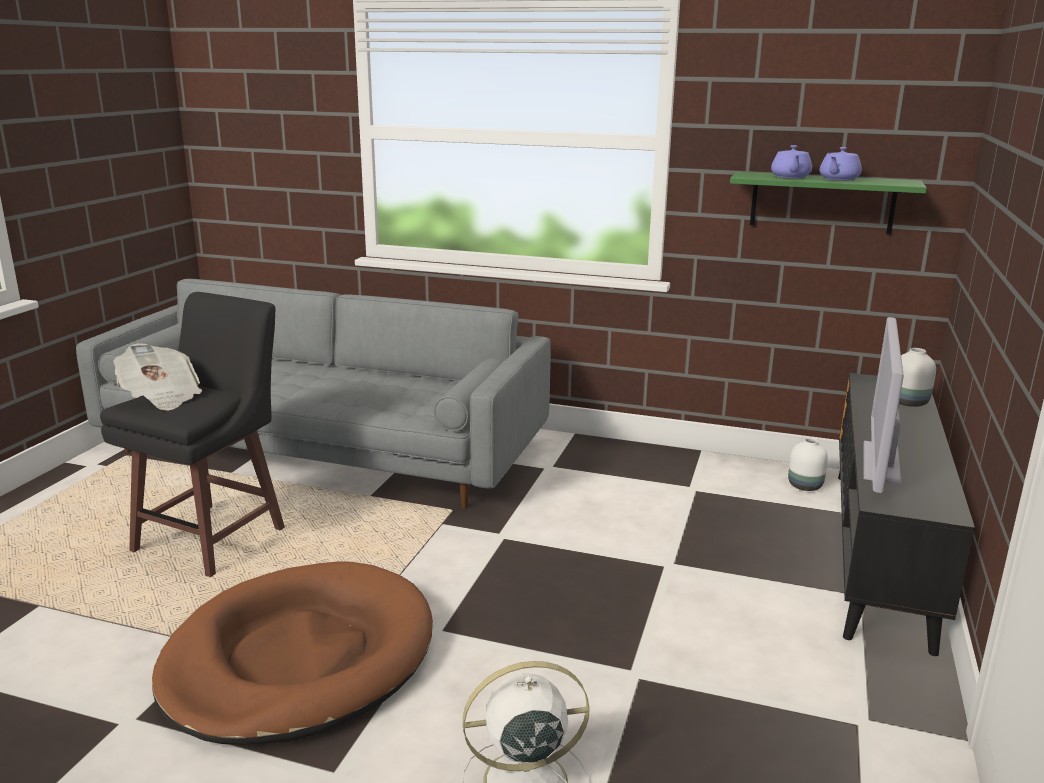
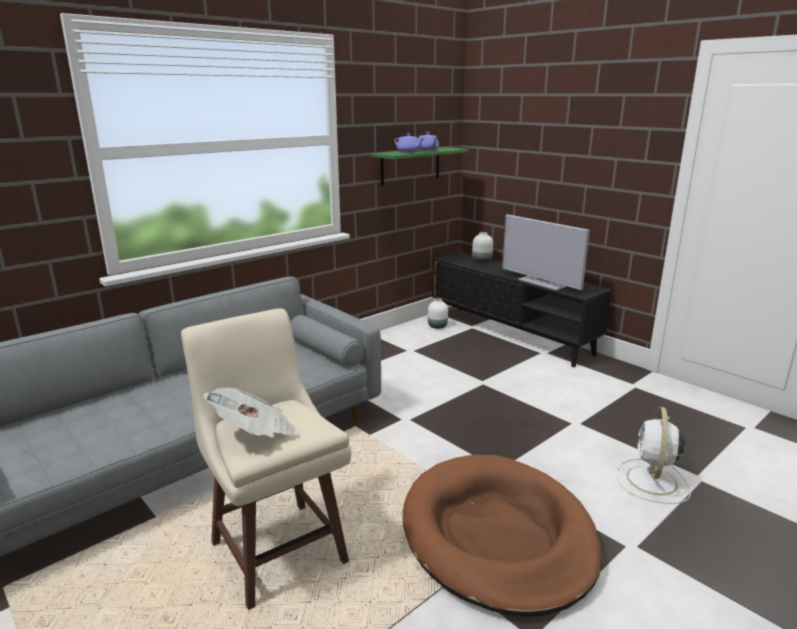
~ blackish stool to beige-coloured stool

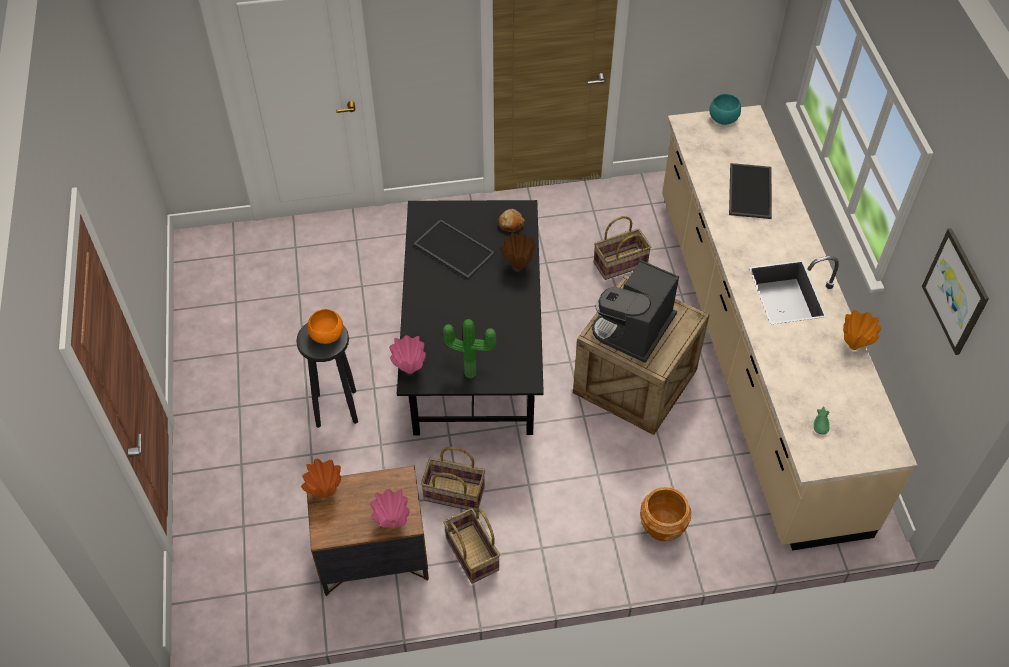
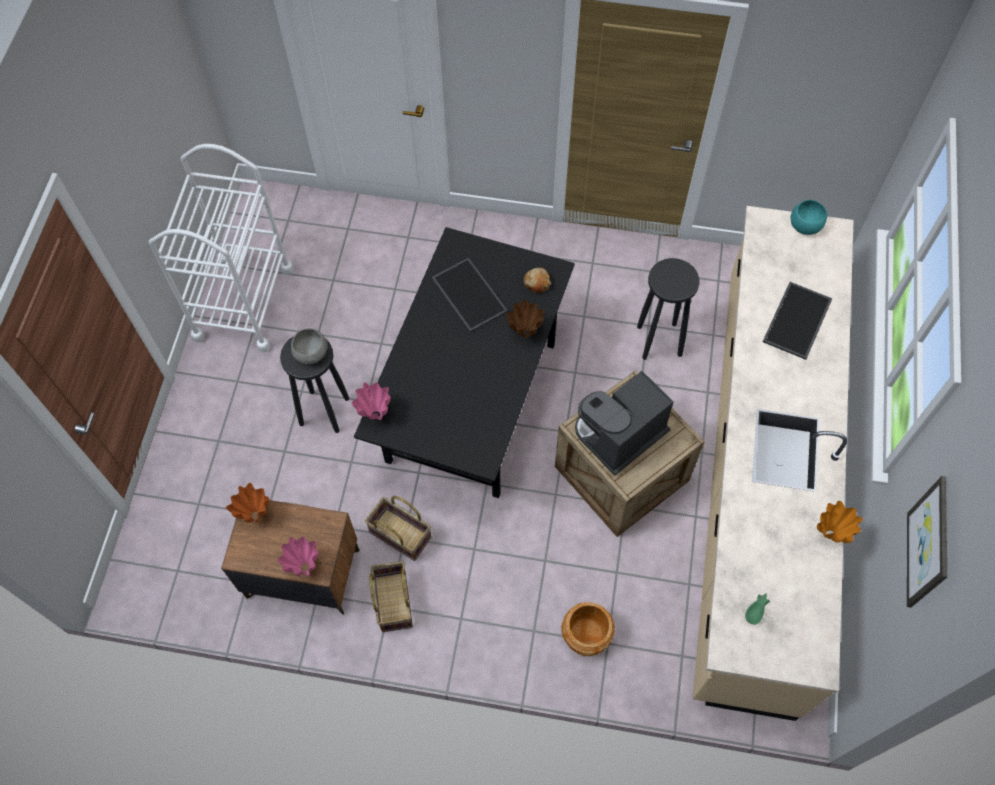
- houseplant
+ whitish wheeled cart
~ storage basket (3rd from left) to blackish stool (2nd from left)
~ orange bowl to greyish bowl

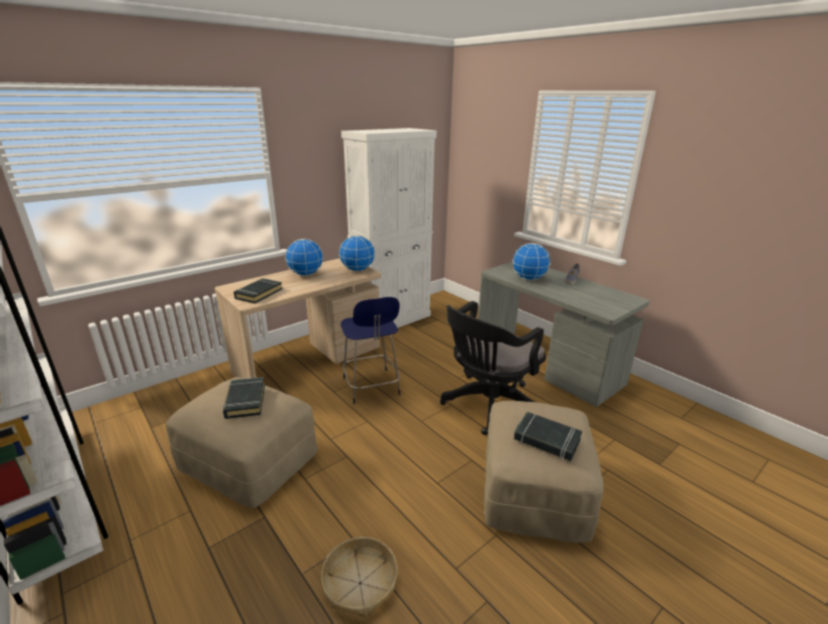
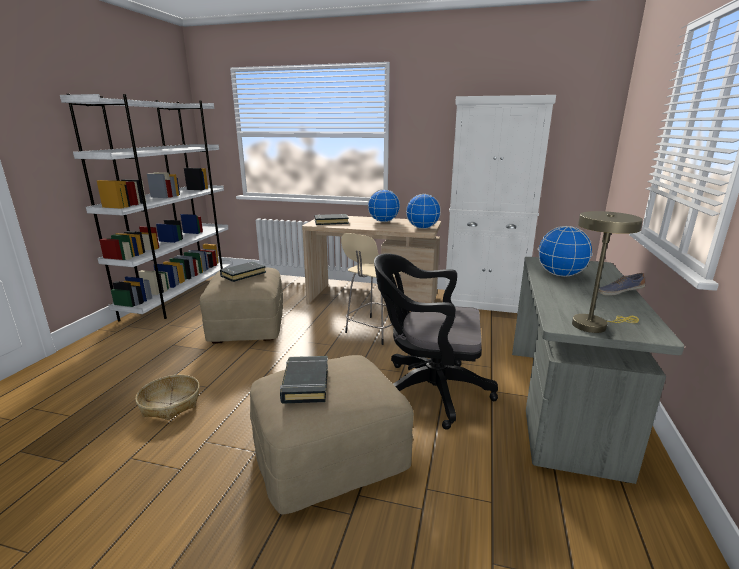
+ beige-coloured lamp for a table
~ blue-coloured stool to beige-coloured stool

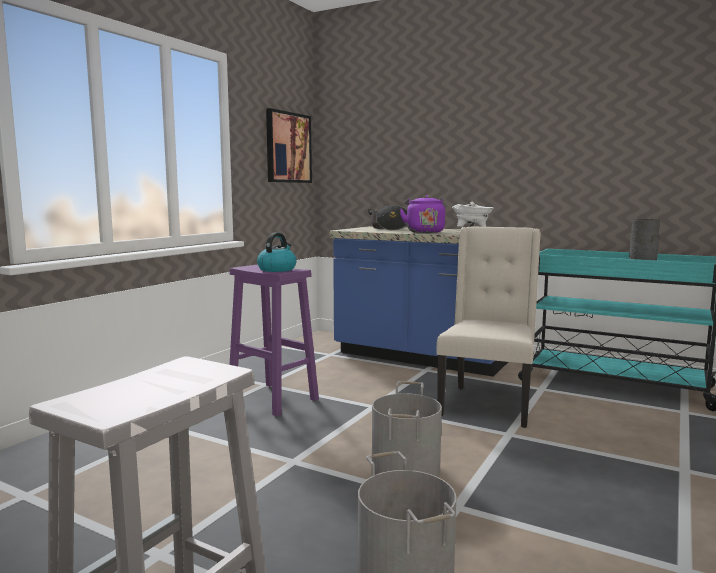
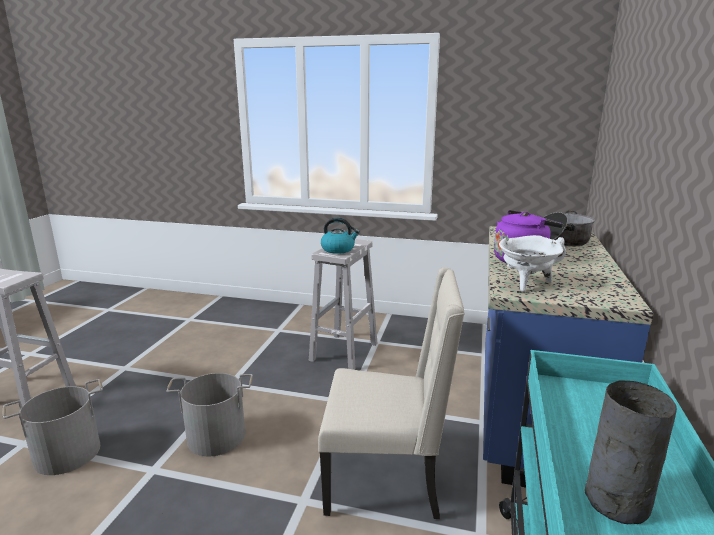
- wall picture
~ purplish stool to whitish stool (2nd from left)

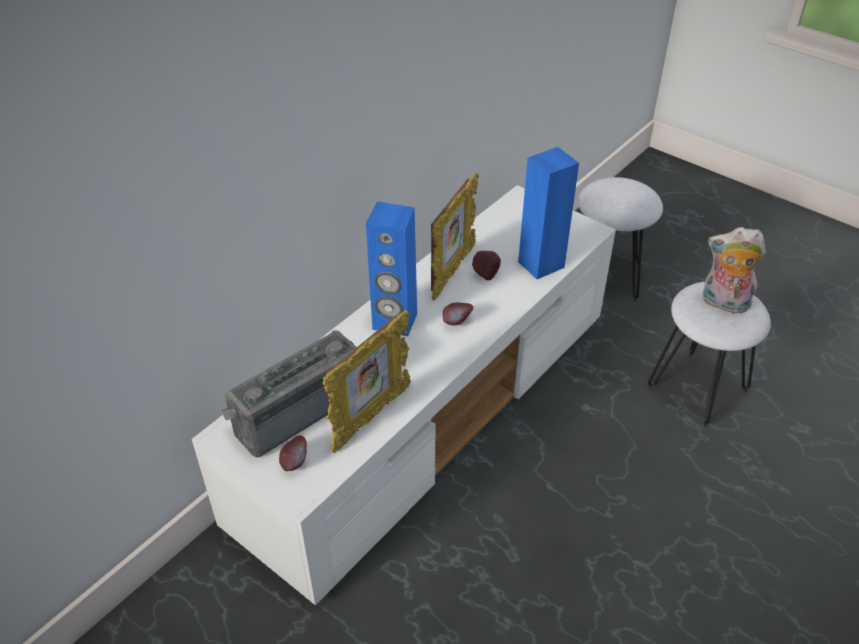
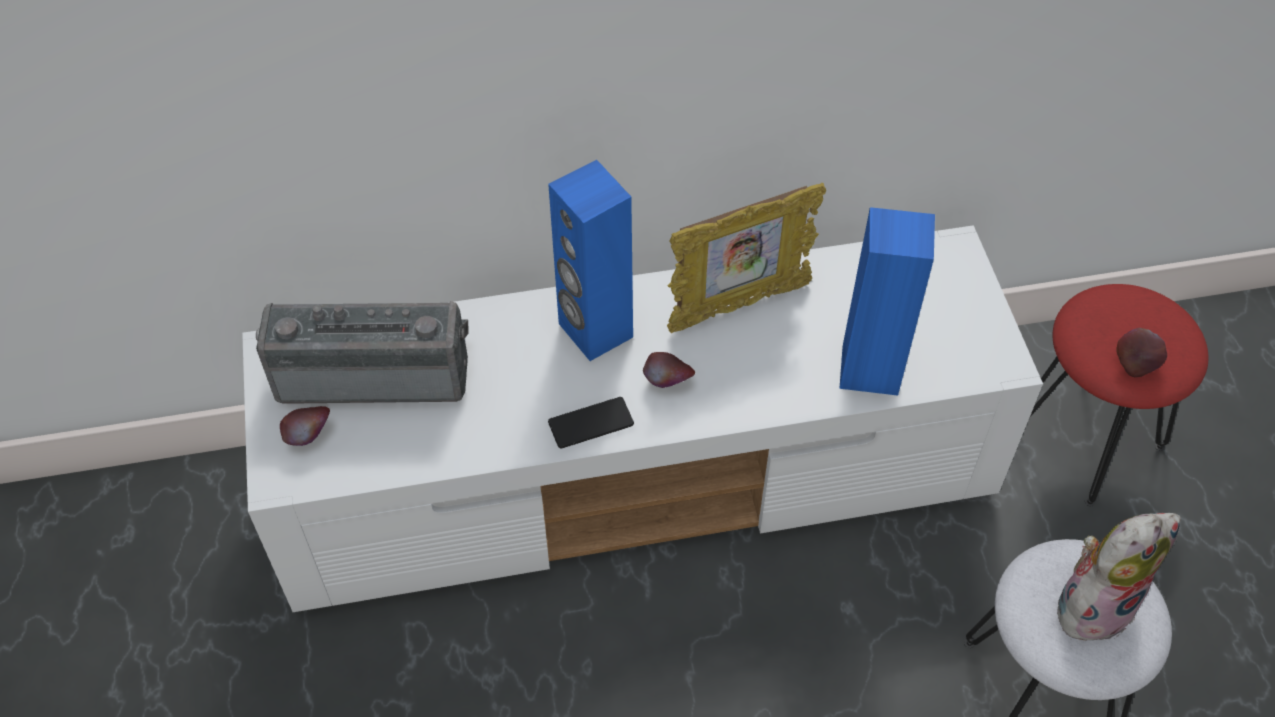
- photo frame (1st from left)
+ telephone
~ apple (3rd from left)
~ whitish stool (1st from left) to red stool
~ soft toy 90 degrees clockwise

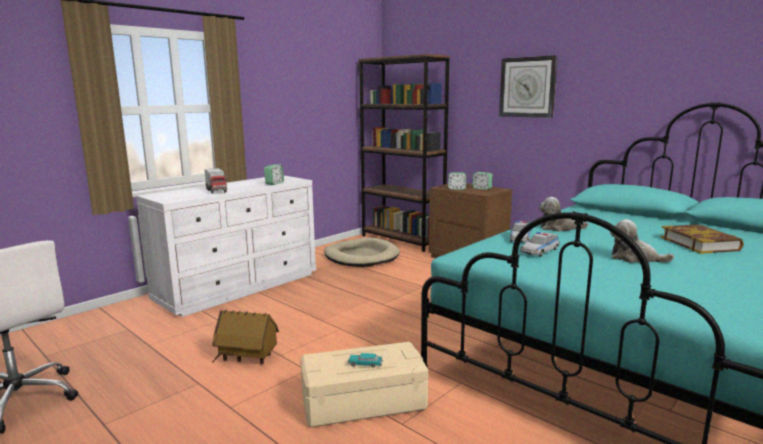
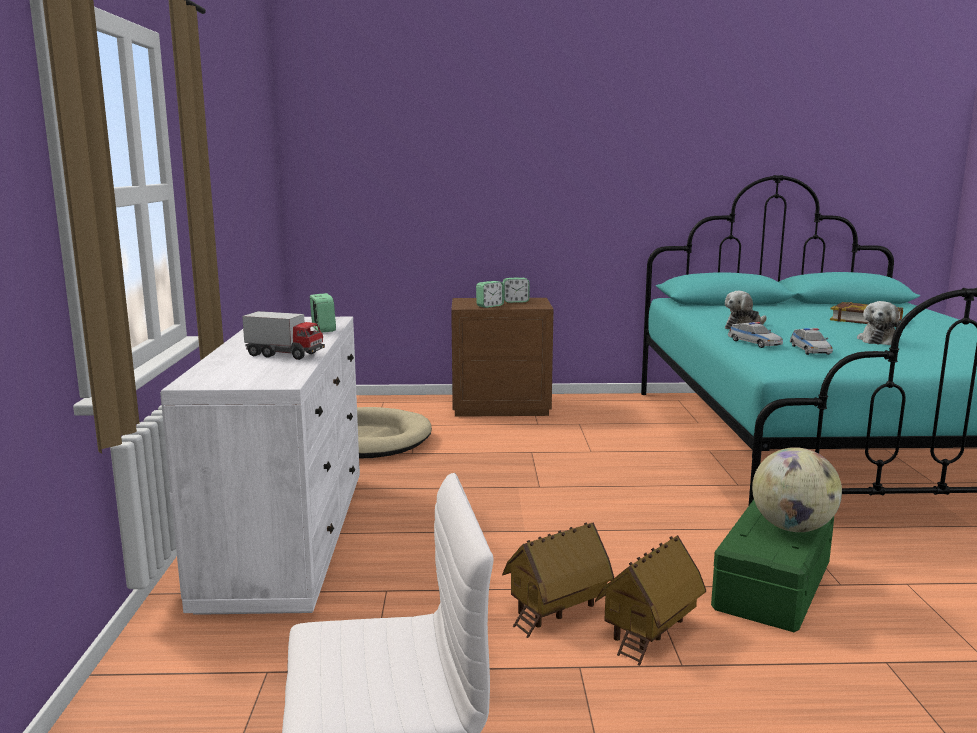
- brownish bookcase
- hanging clock
+ toy house (2nd from left)
~ miniature car (1st from left) to desk globe
~ beige-coloured storage bin to green storage bin
~ soft toy (2nd from left) 45 degrees counterclockwise

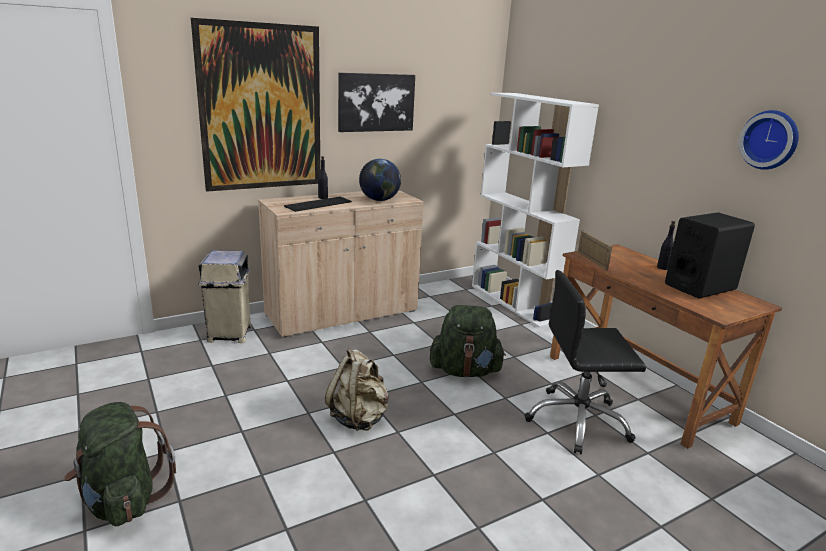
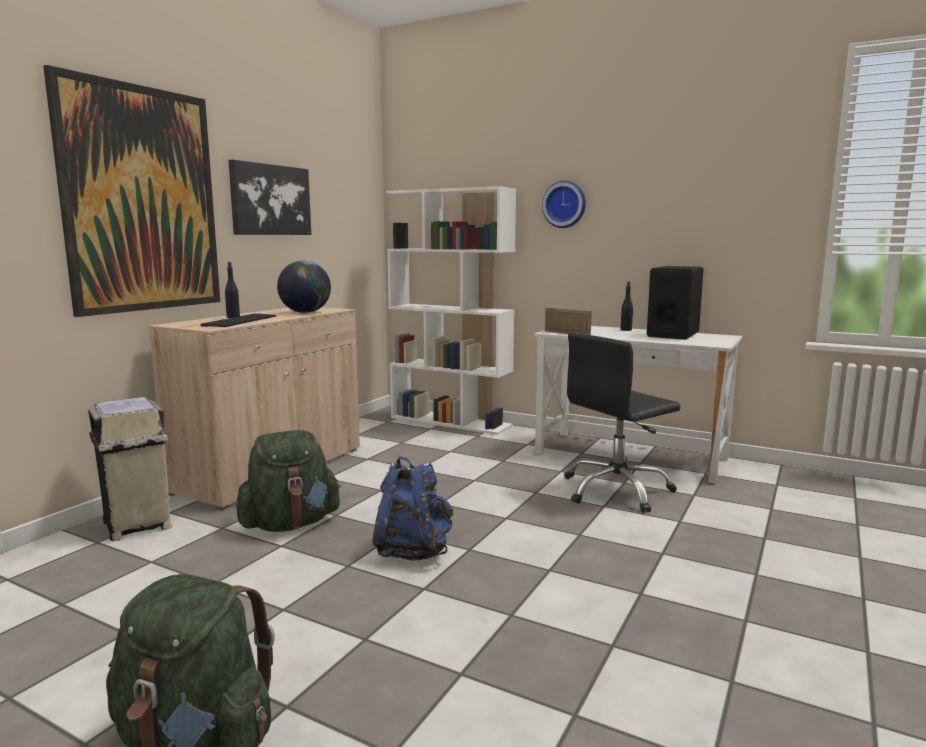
~ green backpack (2nd from left)
~ hanging clock
~ beige-coloured backpack to blue-coloured backpack
~ brownish desk to whitish desk

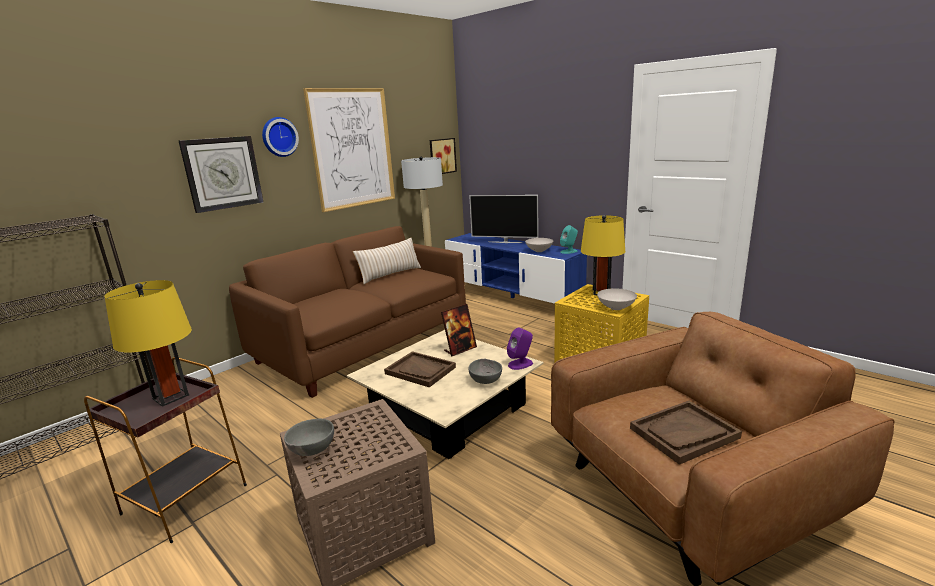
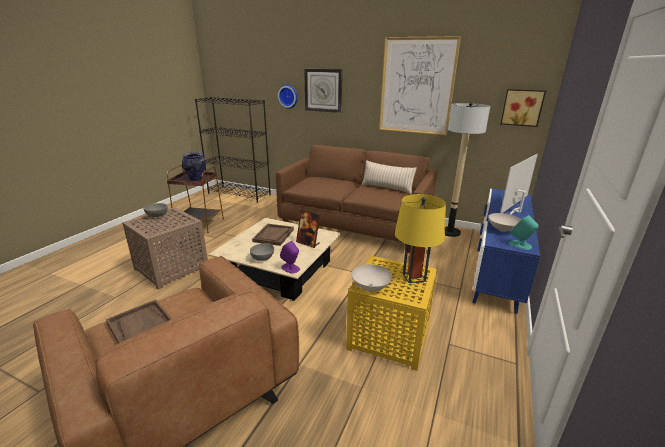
~ hanging clock (2nd from left in the first image) to hanging clock (1st from left)
~ yellowish lamp for a table (1st from left) to flower vase
~ television 45 degrees clockwise

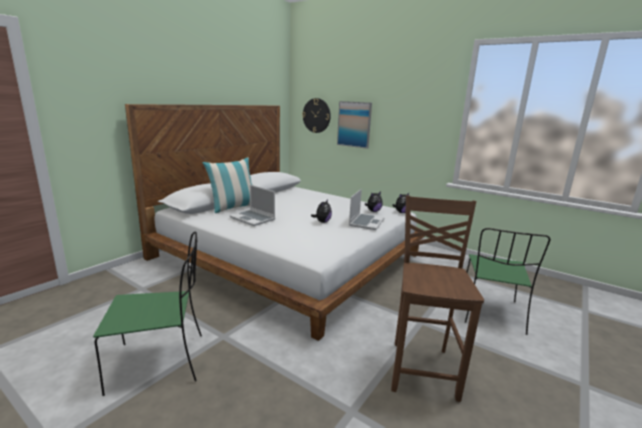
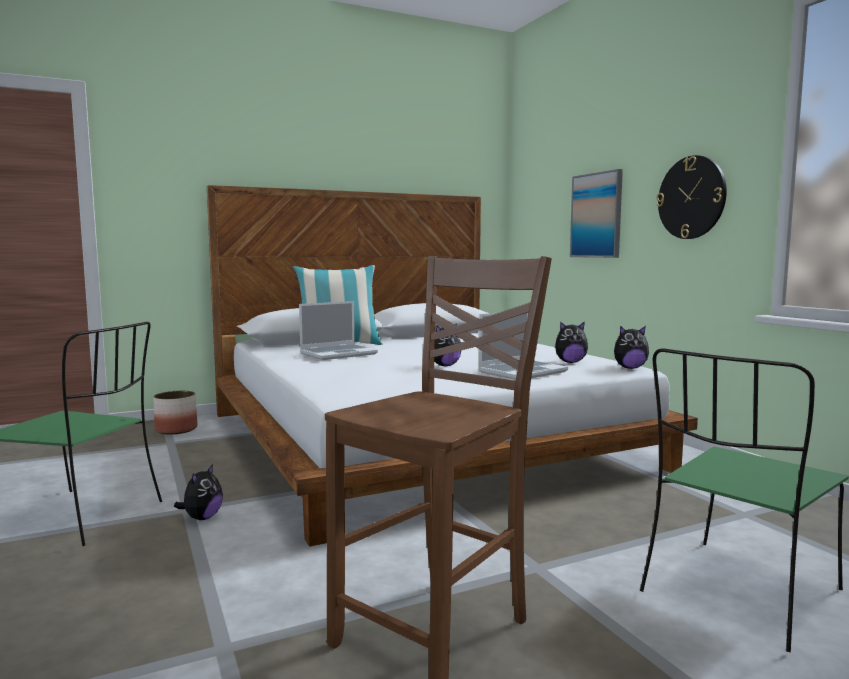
+ flower pot
+ soft toy (1st from left)
~ hanging clock
~ notebook computer (1st from left) 105 degrees counterclockwise

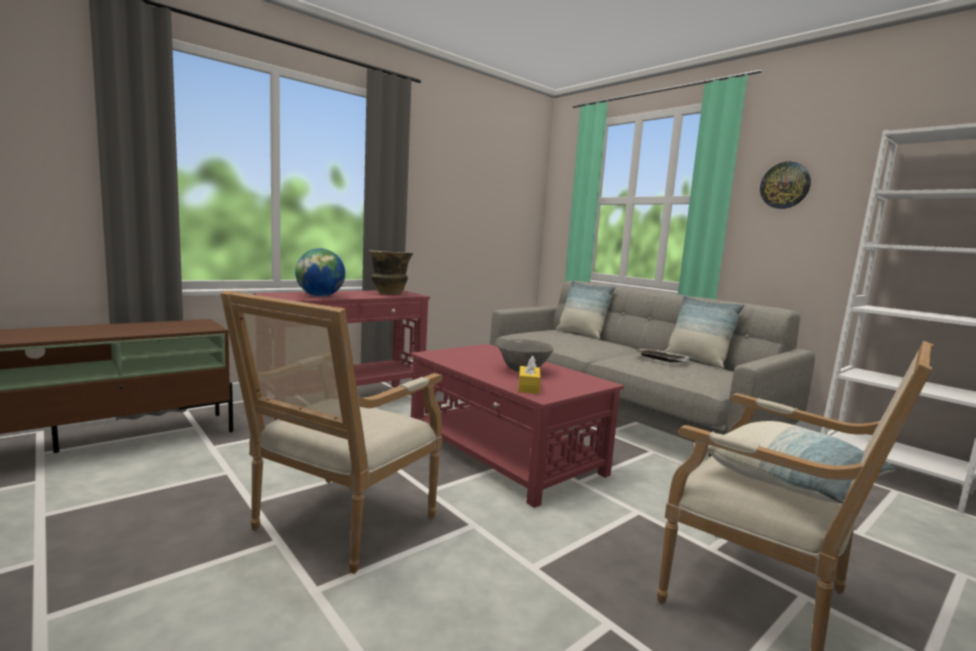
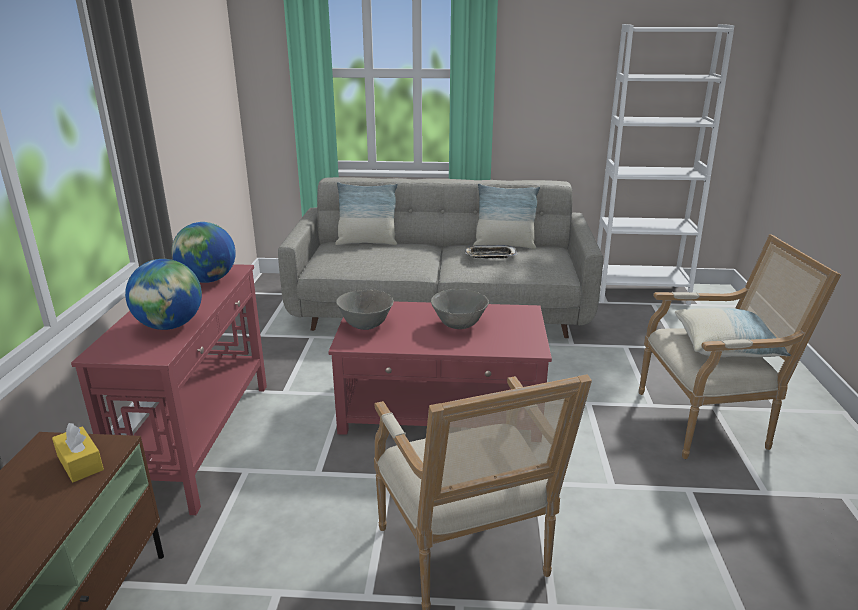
- hanging clock
+ greyish bowl (1st from left)
~ yellowish box of tissues
~ flower vase to desk globe (2nd from left)

